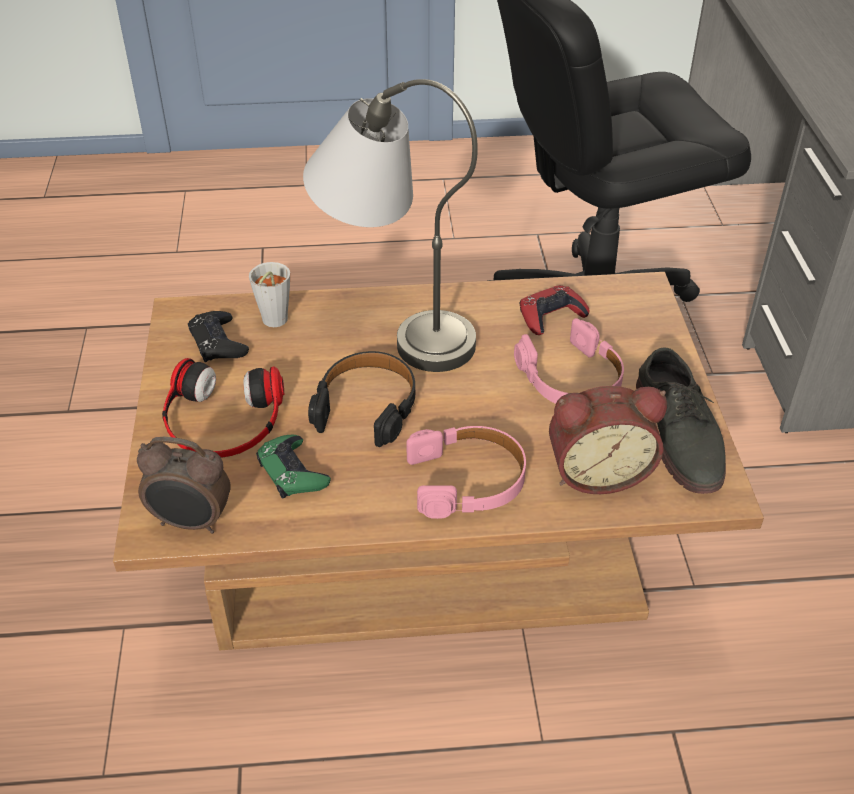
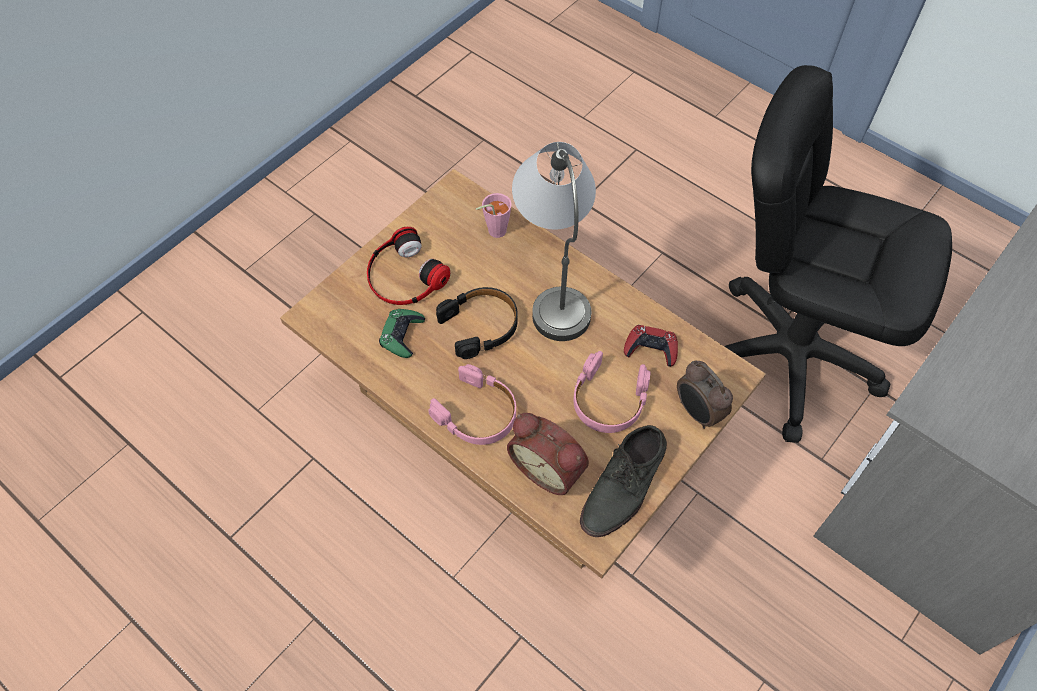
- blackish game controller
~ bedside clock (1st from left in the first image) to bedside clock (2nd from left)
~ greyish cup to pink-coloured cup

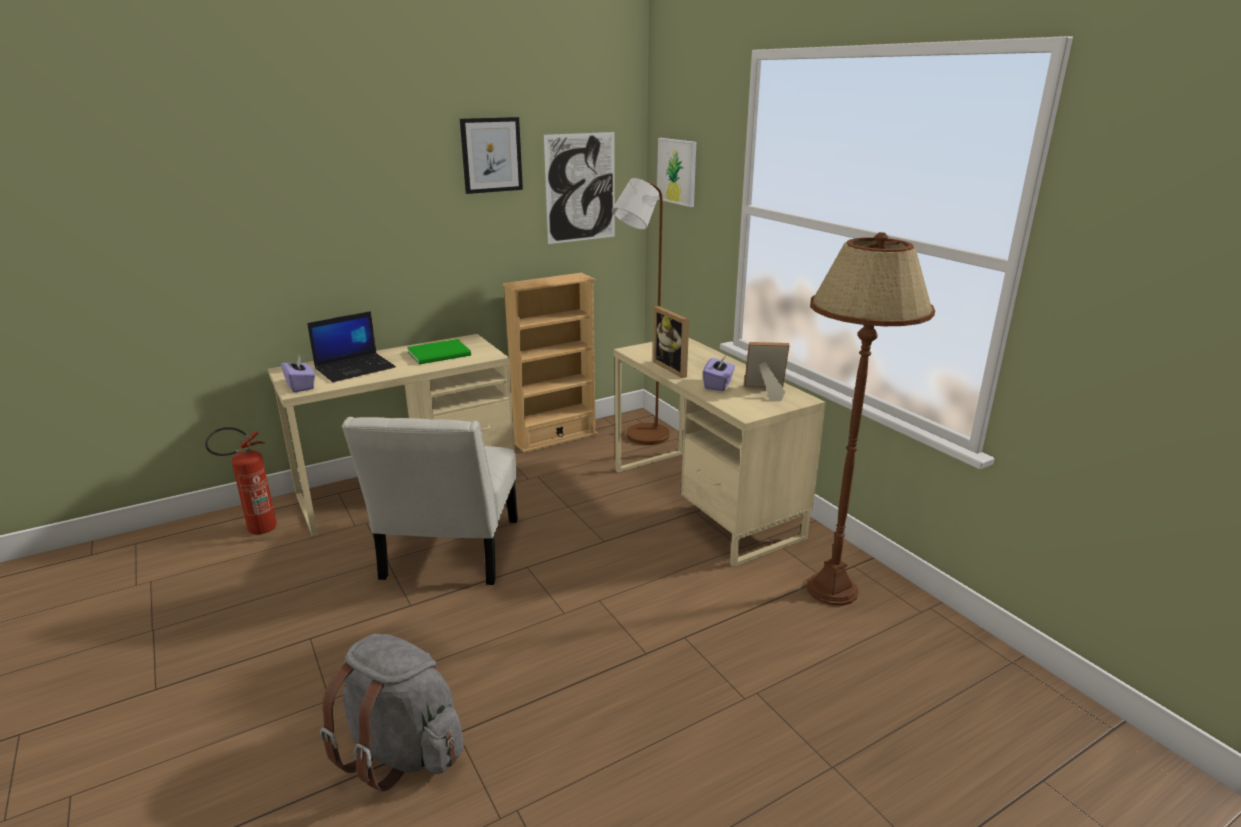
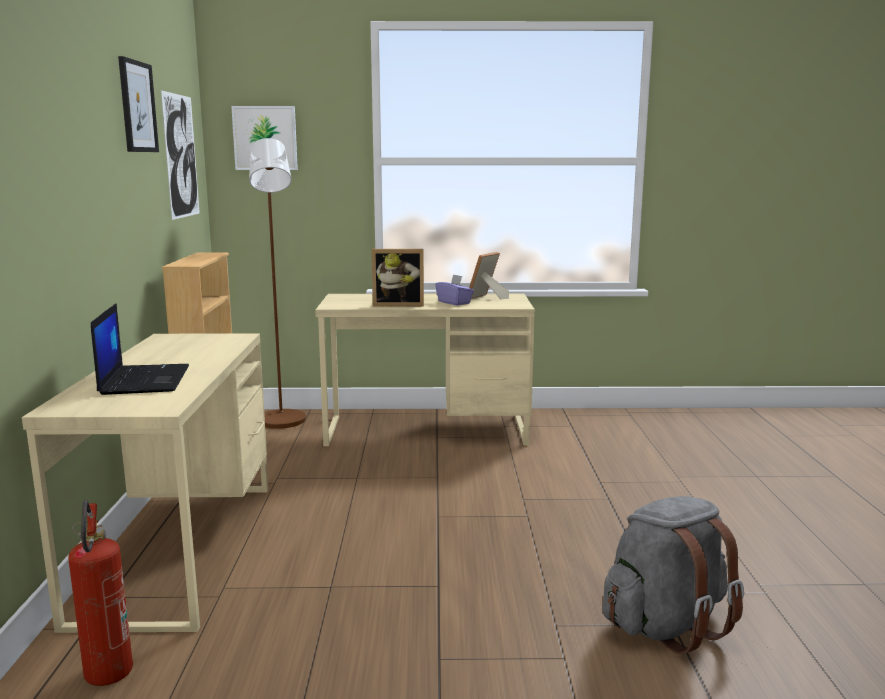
- purplish box of tissues (1st from left)
- whitish upright chair
- green book
- brownish standard lamp (2nd from left)

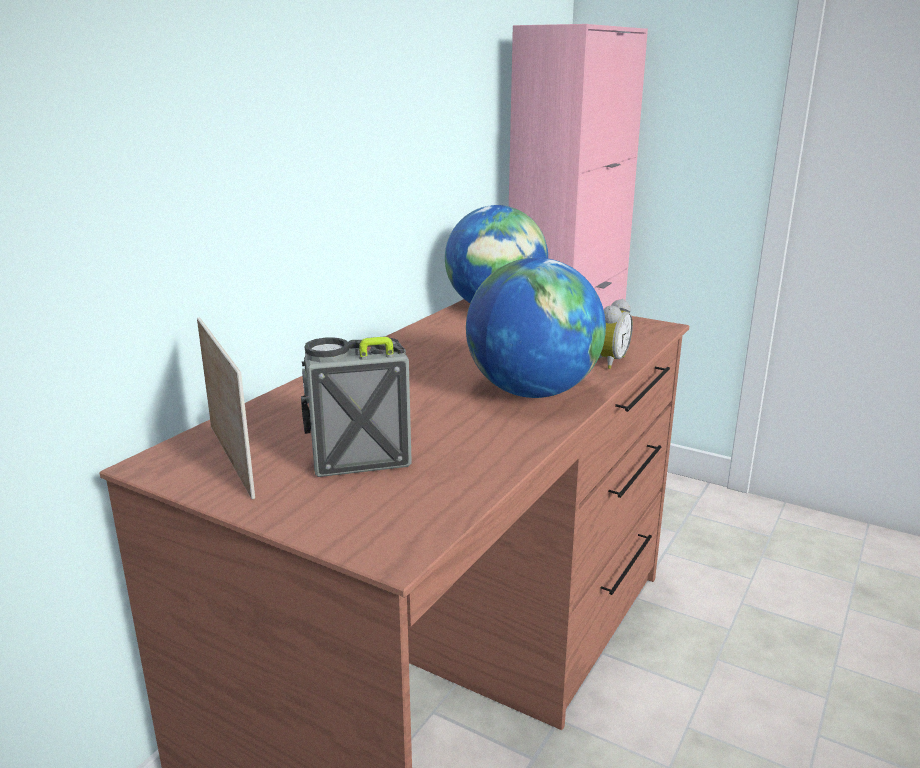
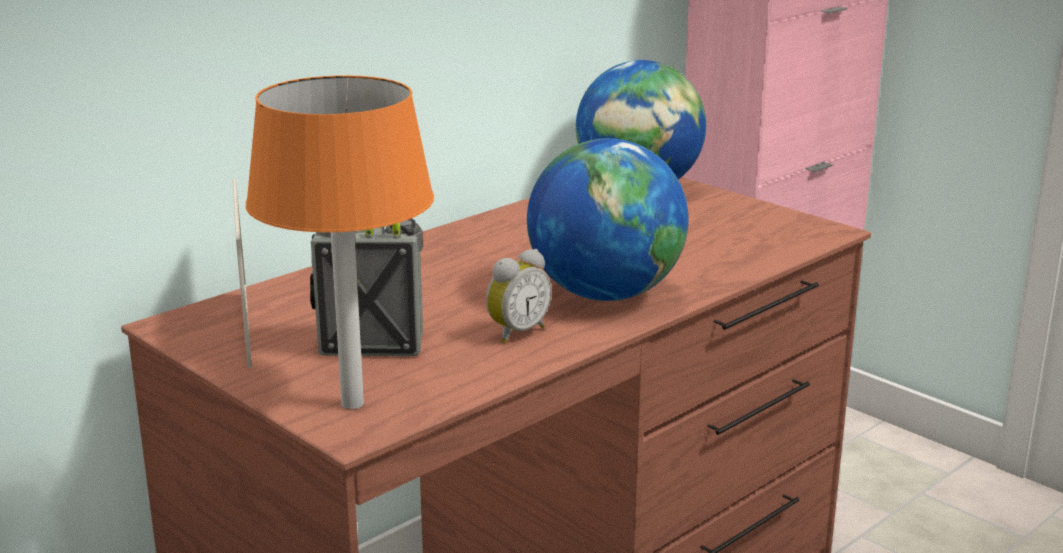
+ orange lamp for a table
~ bedside clock

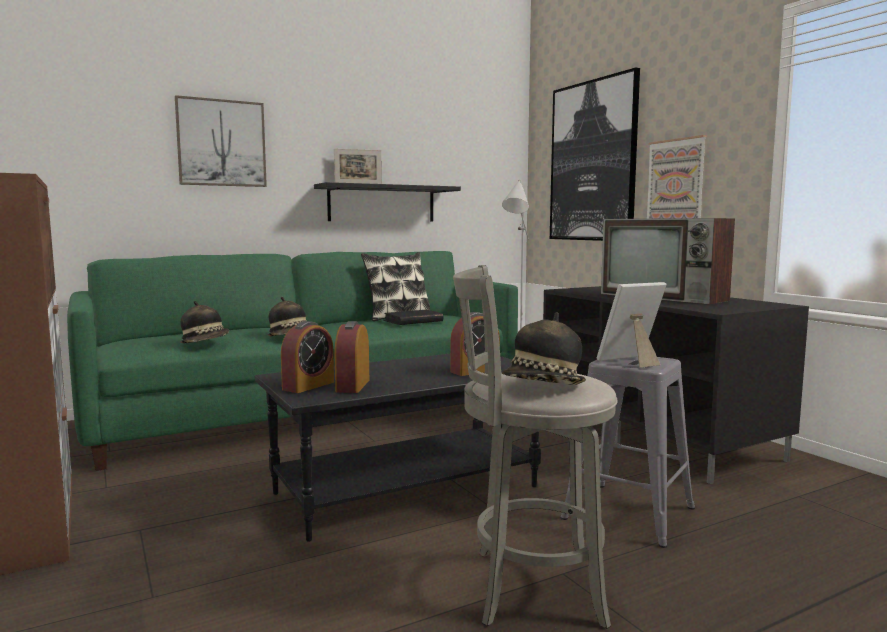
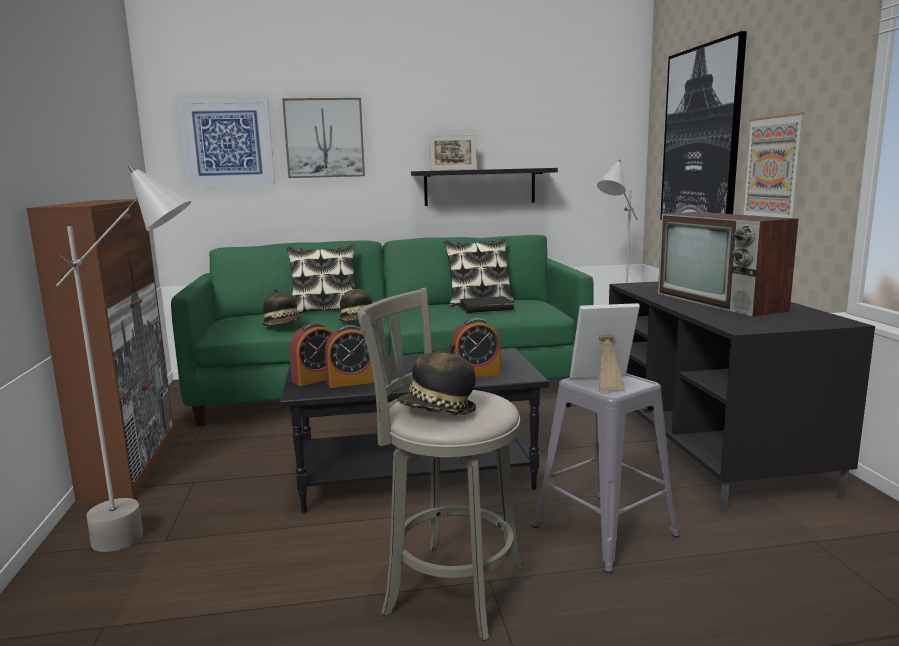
+ greyish standard lamp (1st from left)
+ wall picture (1st from left)
+ pillow (1st from left)
~ bedside clock (2nd from left) 135 degrees counterclockwise

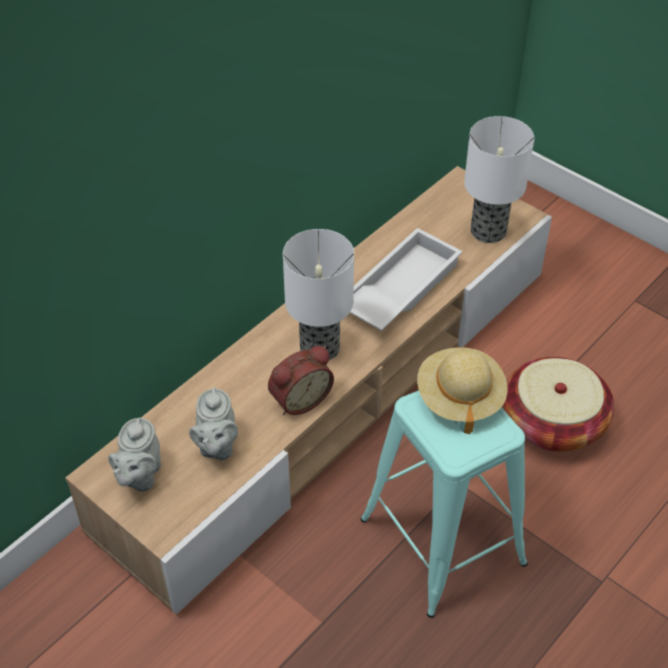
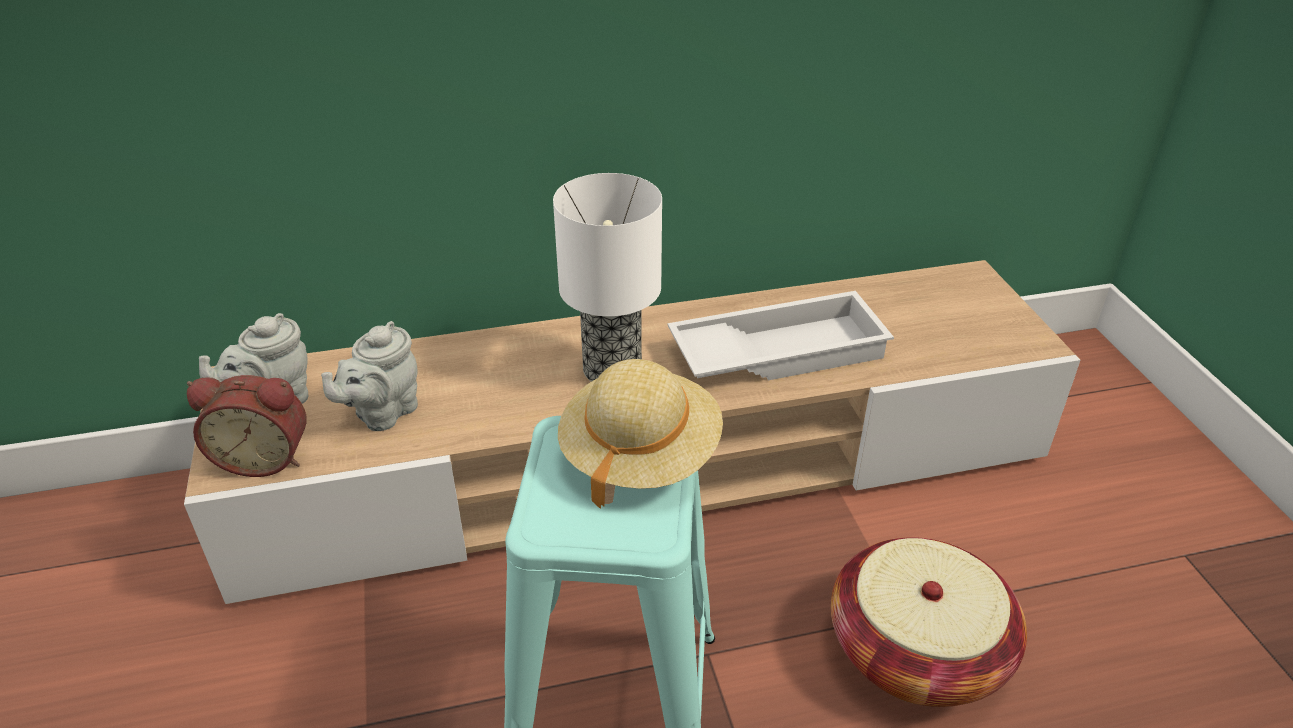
- lamp for a table (2nd from left)
~ bedside clock

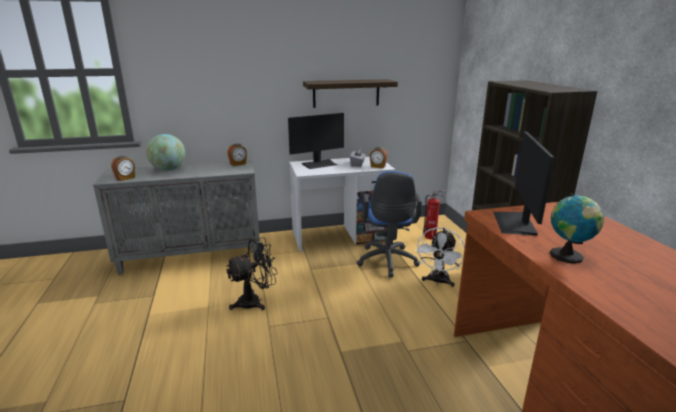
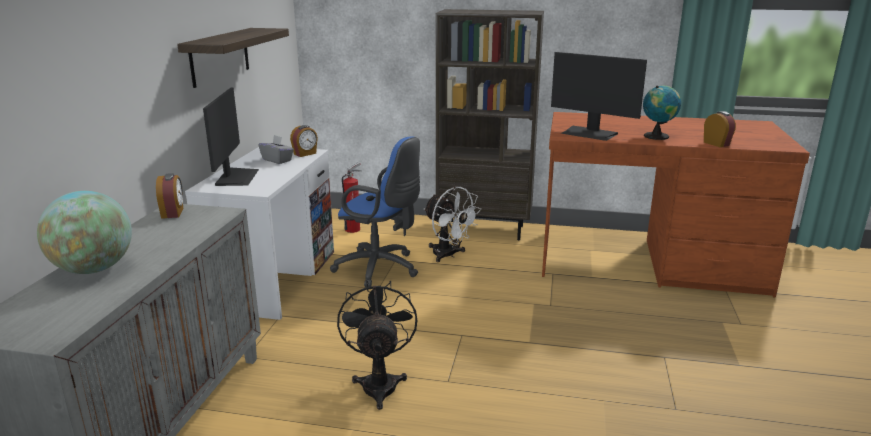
~ bedside clock (1st from left in the first image) to bedside clock (3rd from left)

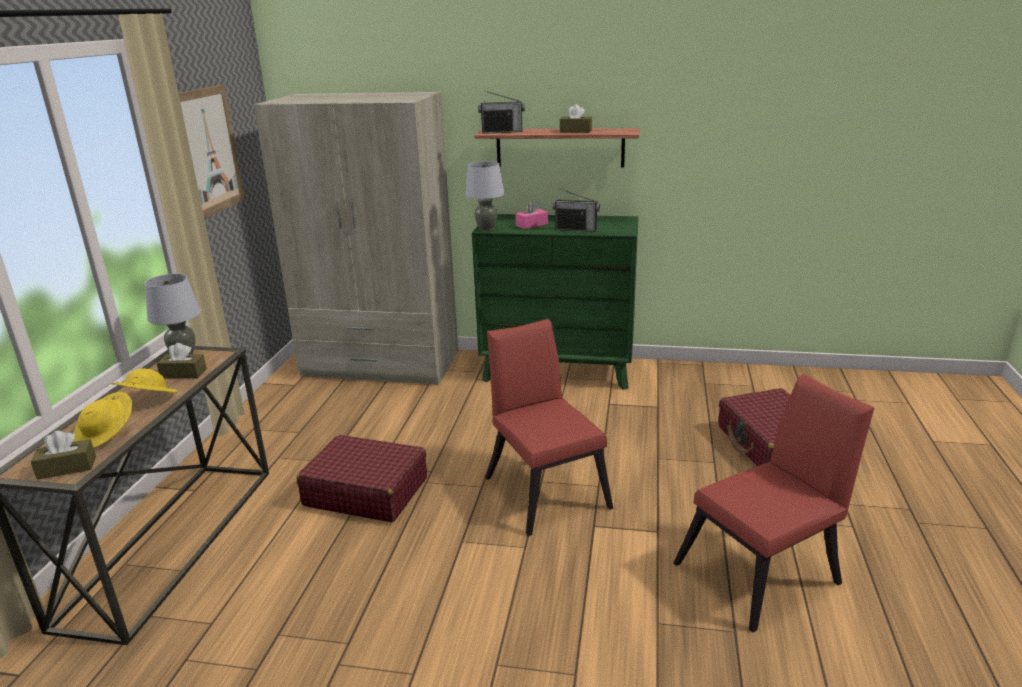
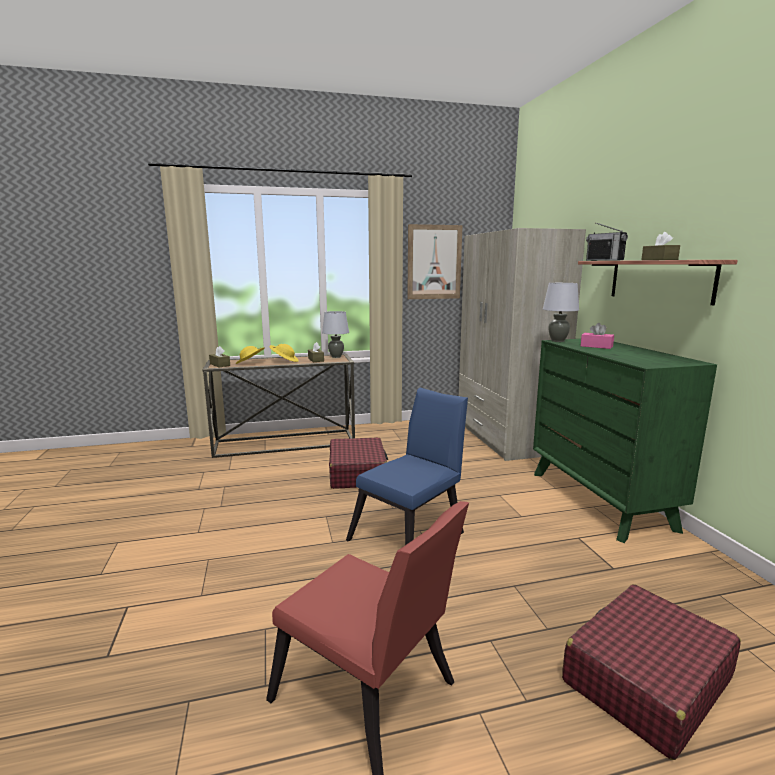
- radio (2nd from left)
~ red upright chair (1st from left) to blue-coloured upright chair

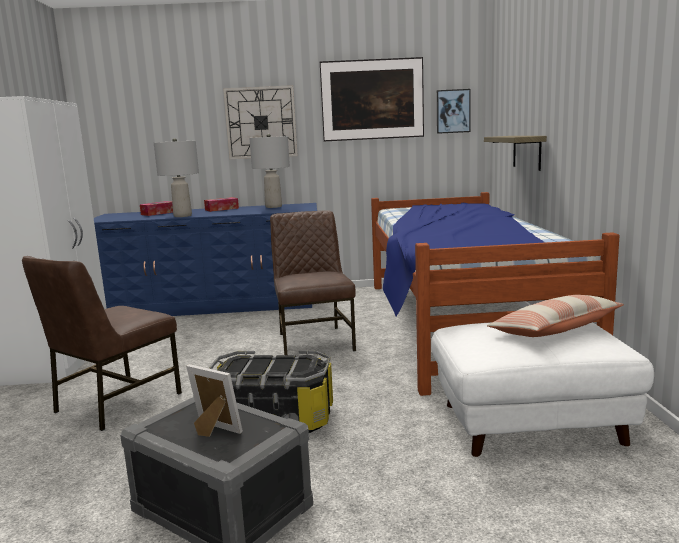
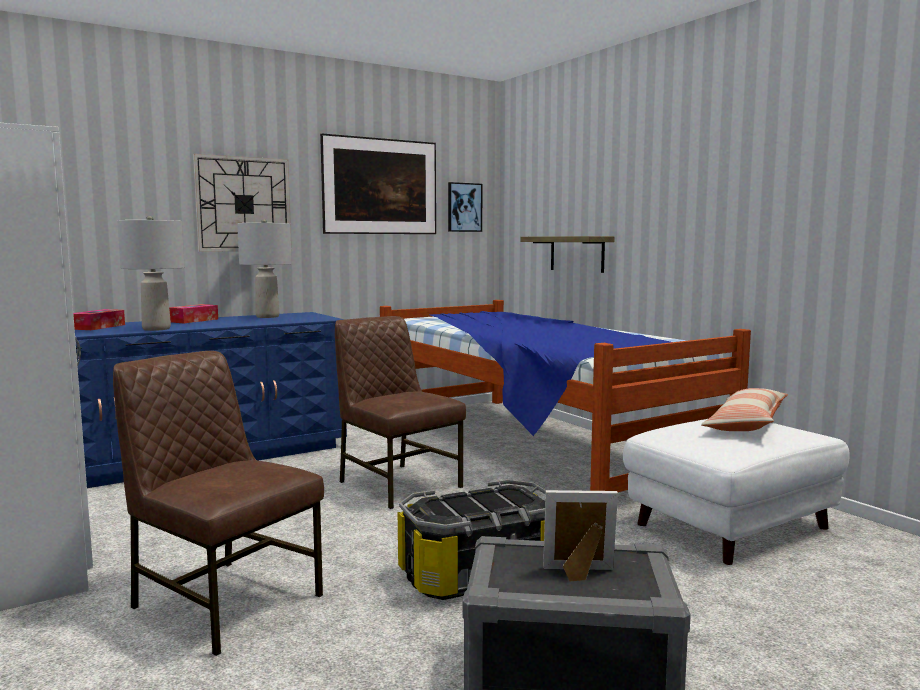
~ brownish upright chair (1st from left) 120 degrees clockwise

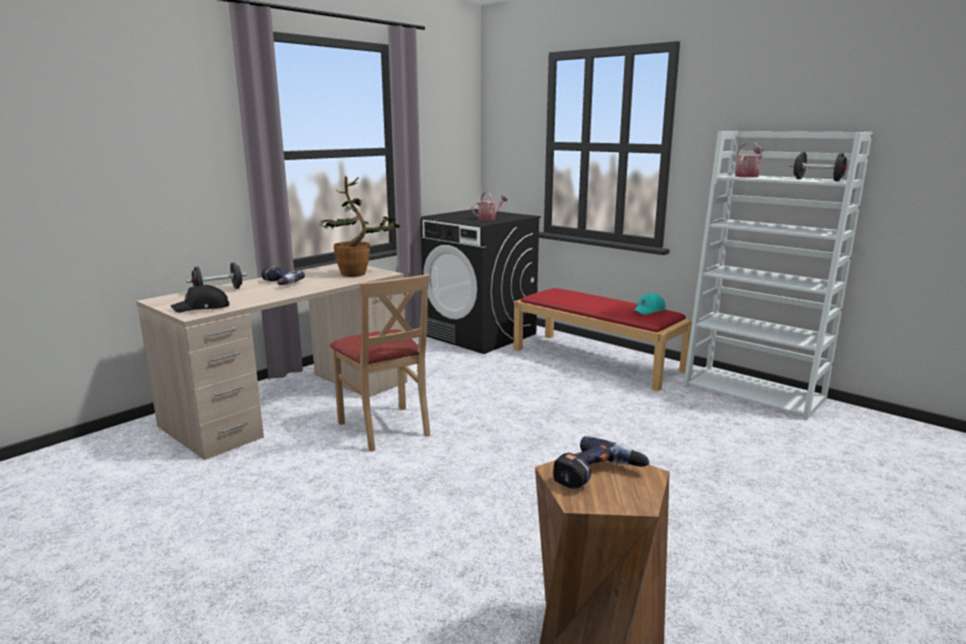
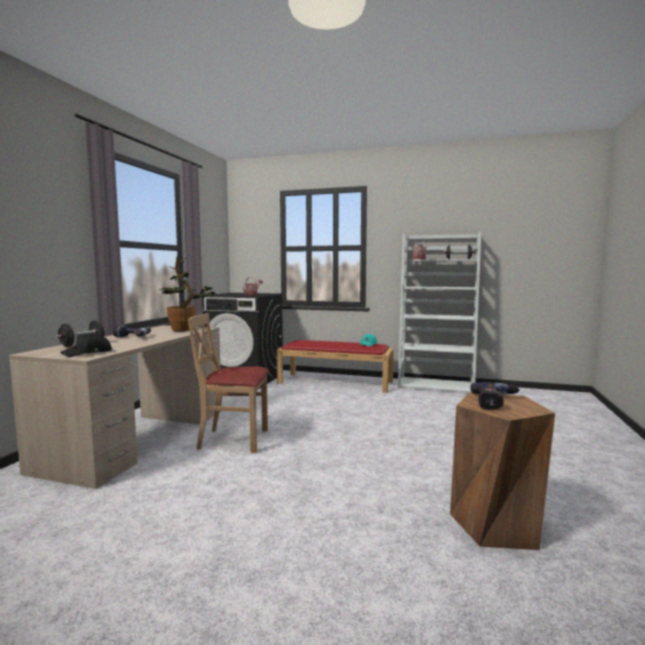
~ beige-coloured upright chair 150 degrees clockwise

